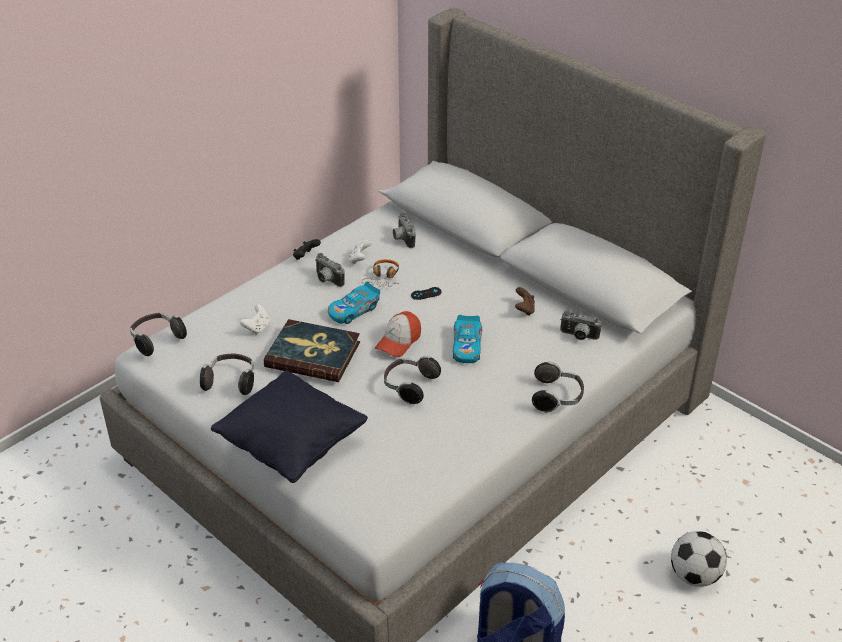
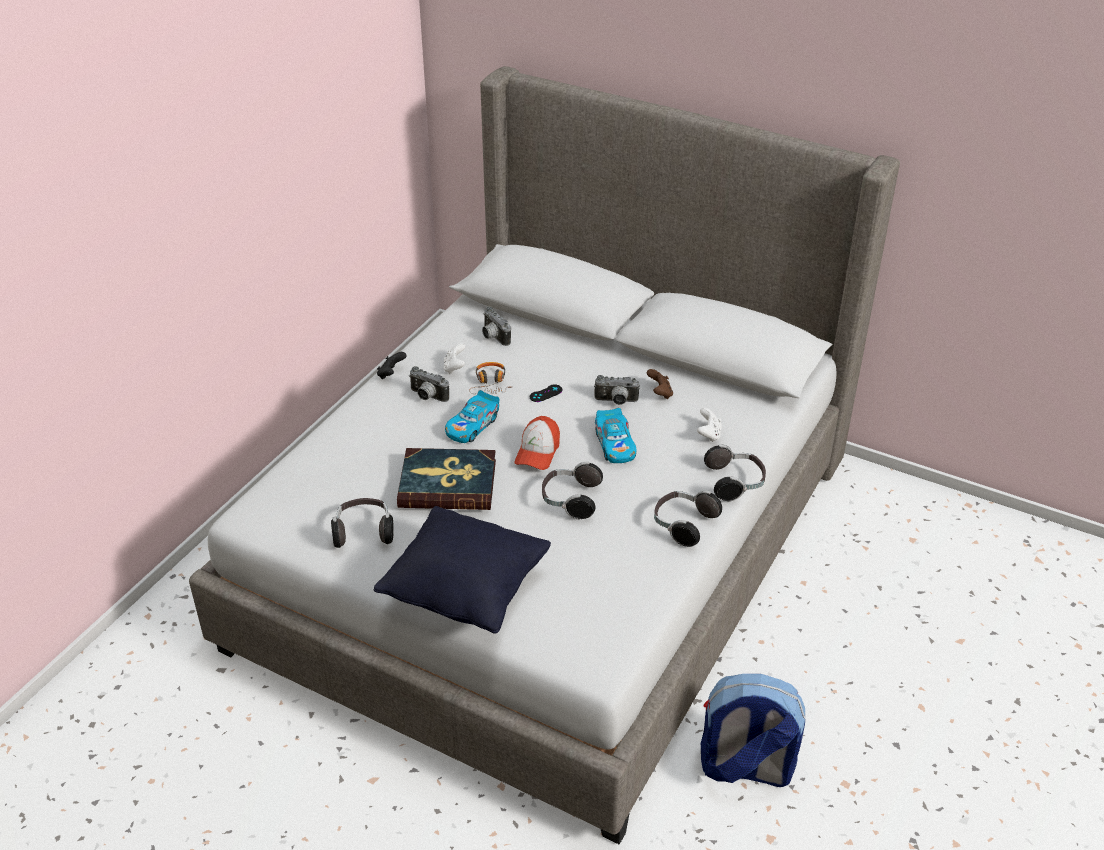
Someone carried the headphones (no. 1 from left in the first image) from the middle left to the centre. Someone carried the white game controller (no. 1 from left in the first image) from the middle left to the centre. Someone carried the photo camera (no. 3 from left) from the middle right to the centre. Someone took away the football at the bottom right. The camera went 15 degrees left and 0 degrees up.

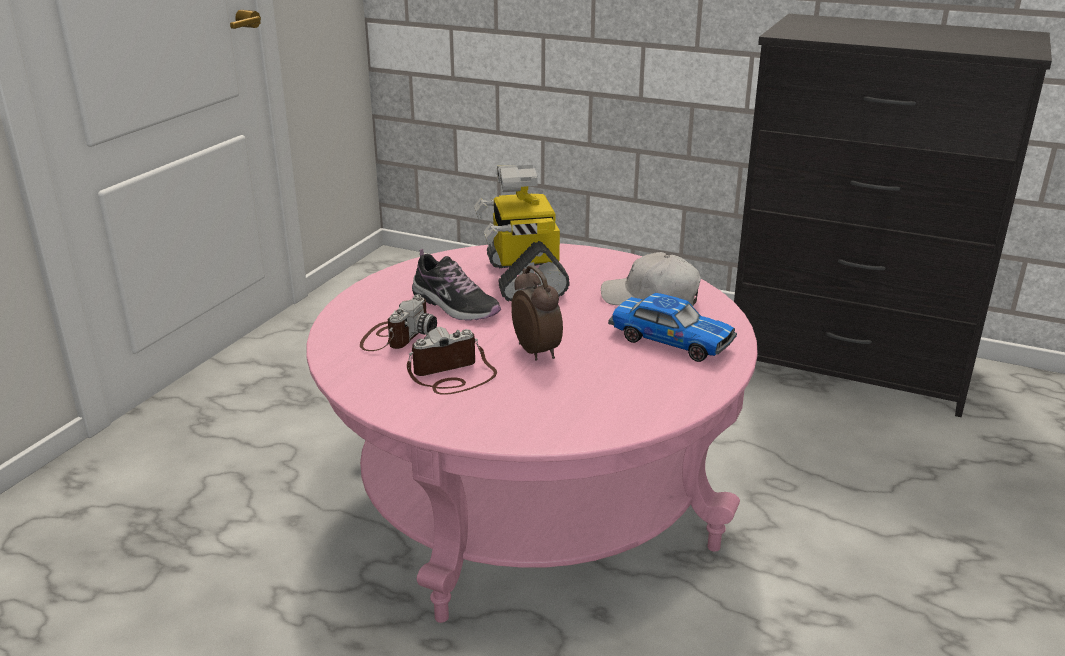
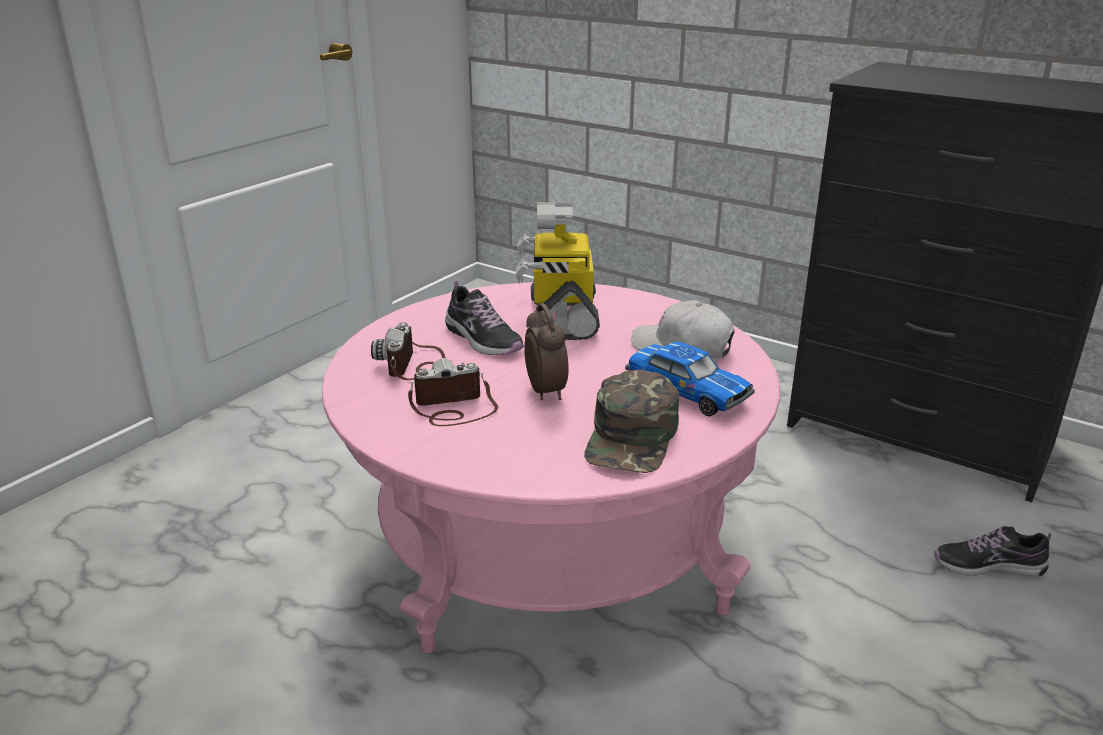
Someone rotated the photo camera (no. 1 from left) at the centre by 150 degrees clockwise. Someone put down the green cap at the centre. Someone put down the shoe (no. 2 from left) at the bottom right. The camera went 10 degrees right and 0 degrees up.

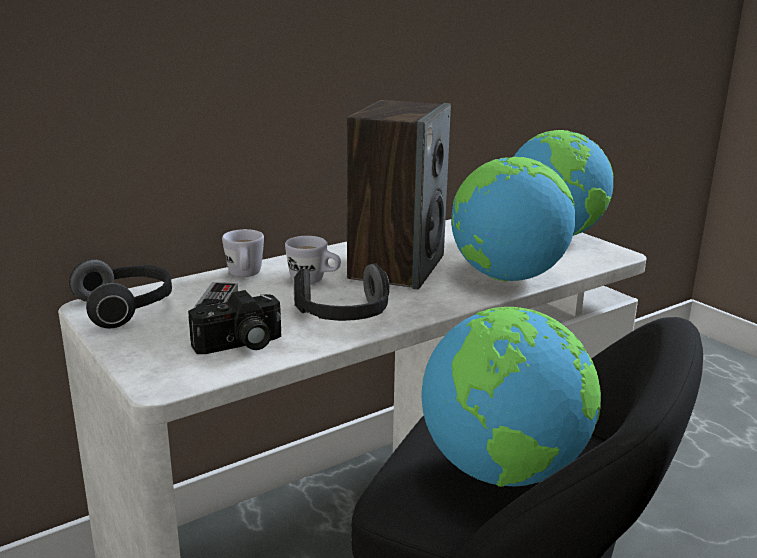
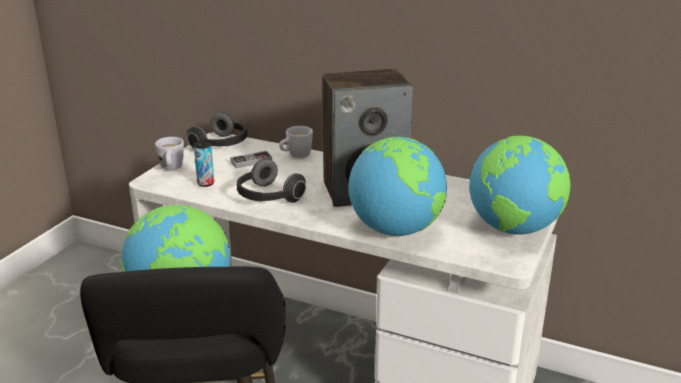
Someone swapped the photo camera at the middle left for the can at the middle left. Someone carried the white mug (no. 2 from left in the first image) from the centre to the middle left. The camera went 60 degrees right and 5 degrees up.

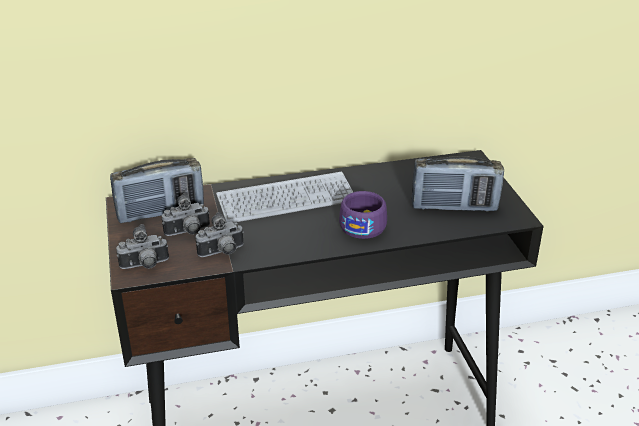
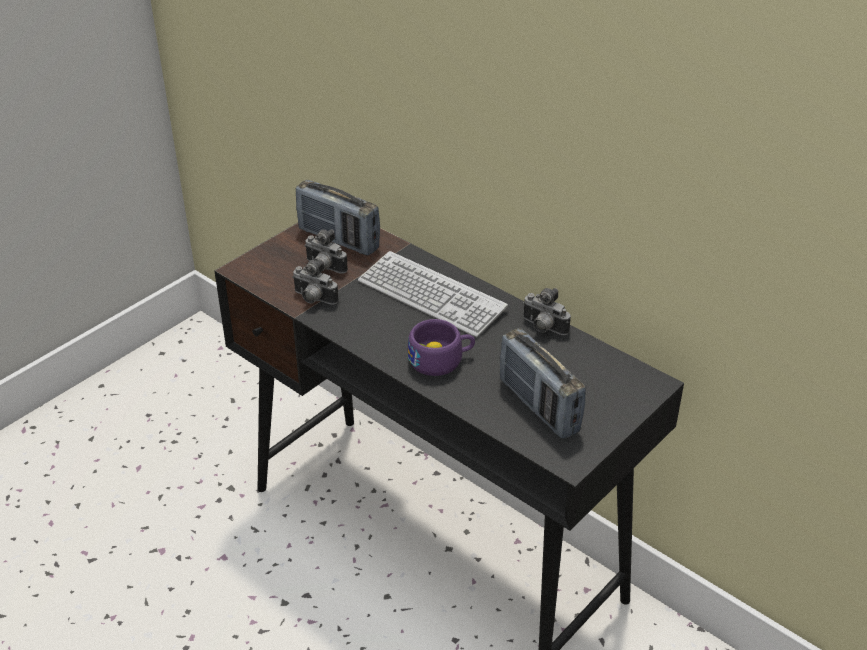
Someone carried the photo camera (no. 1 from left in the first image) from the middle left to the centre. The camera went 55 degrees right and 5 degrees up.

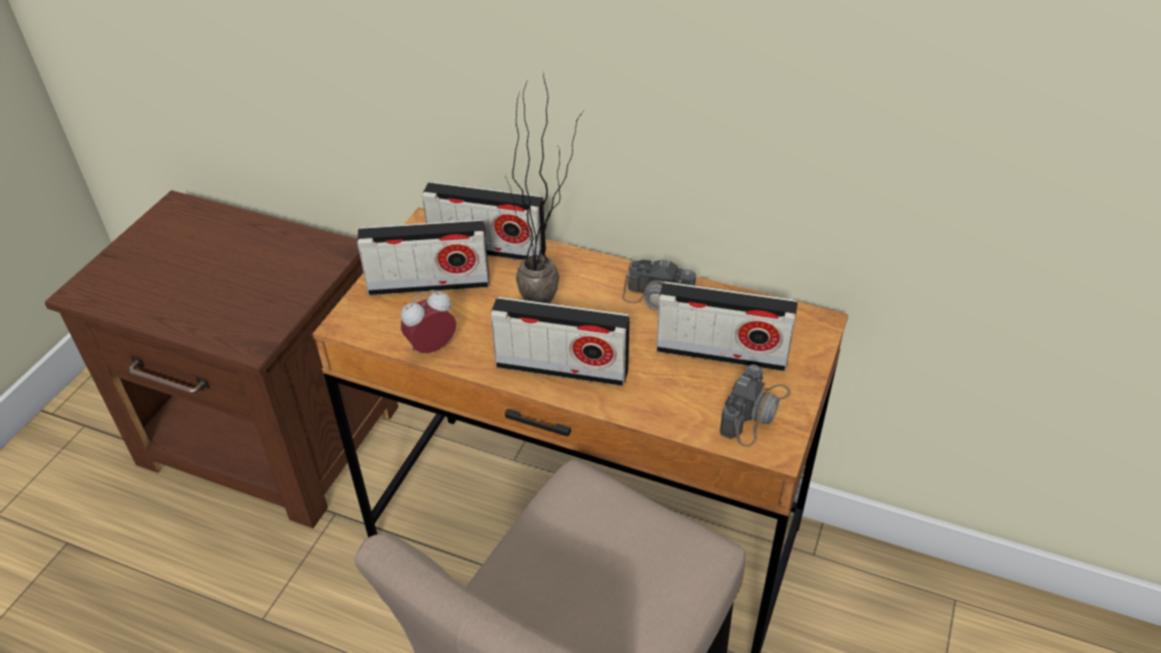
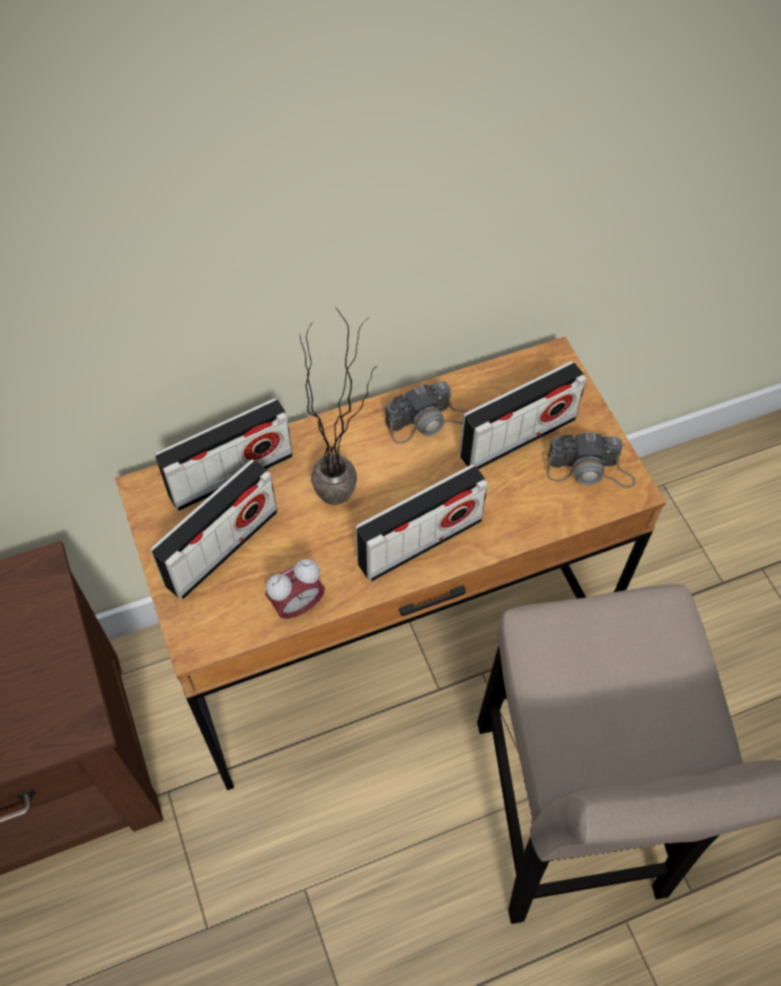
Someone rotated the alarm clock at the centre by 135 degrees counterclockwise. Someone rotated the photo camera (no. 2 from left) at the centre by 105 degrees clockwise. The camera went 45 degrees left and 15 degrees up.

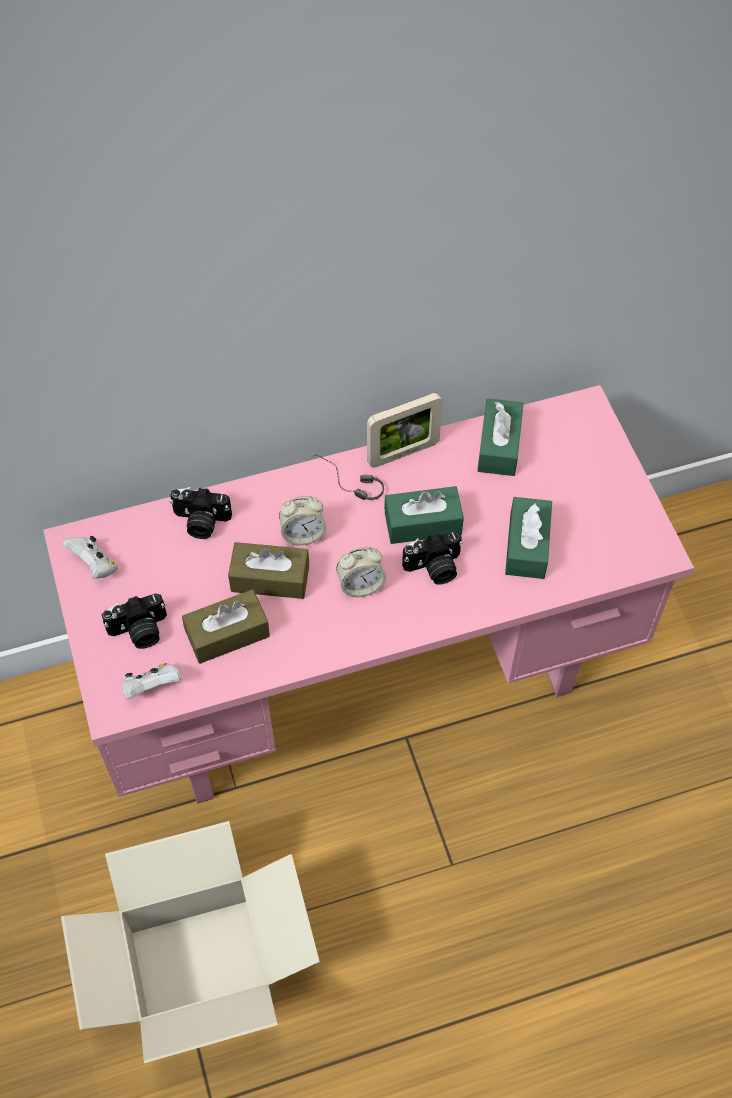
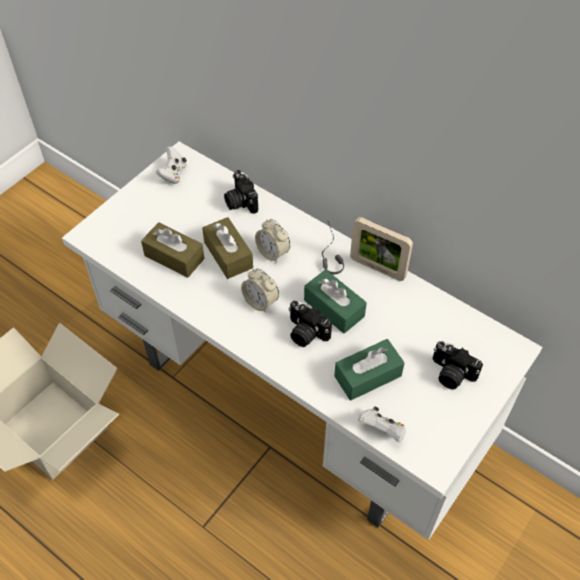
Someone repainted the pink desk at the centre, which became the white desk at the centre. Someone carried the photo camera (no. 1 from left in the first image) from the middle left to the middle right. Someone carried the white game controller (no. 2 from left) from the middle left to the bottom centre. Someone took away the green tissue box (no. 2 from left) at the middle right. The camera went 55 degrees right and 5 degrees down.

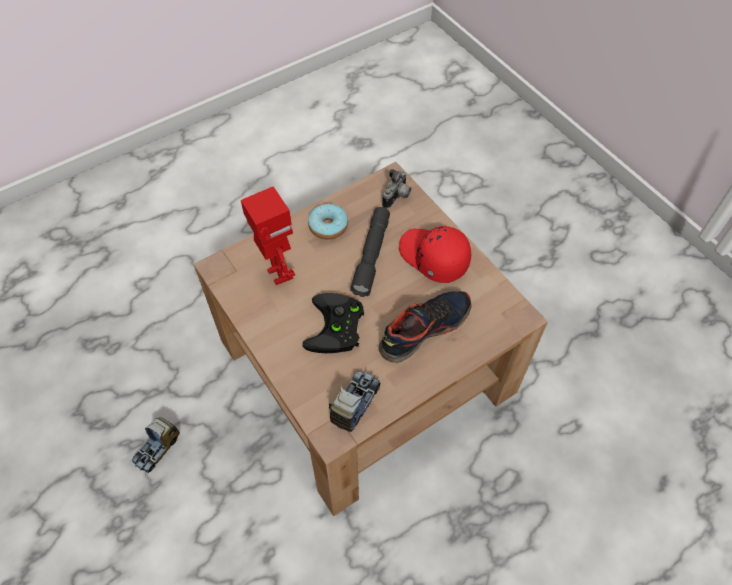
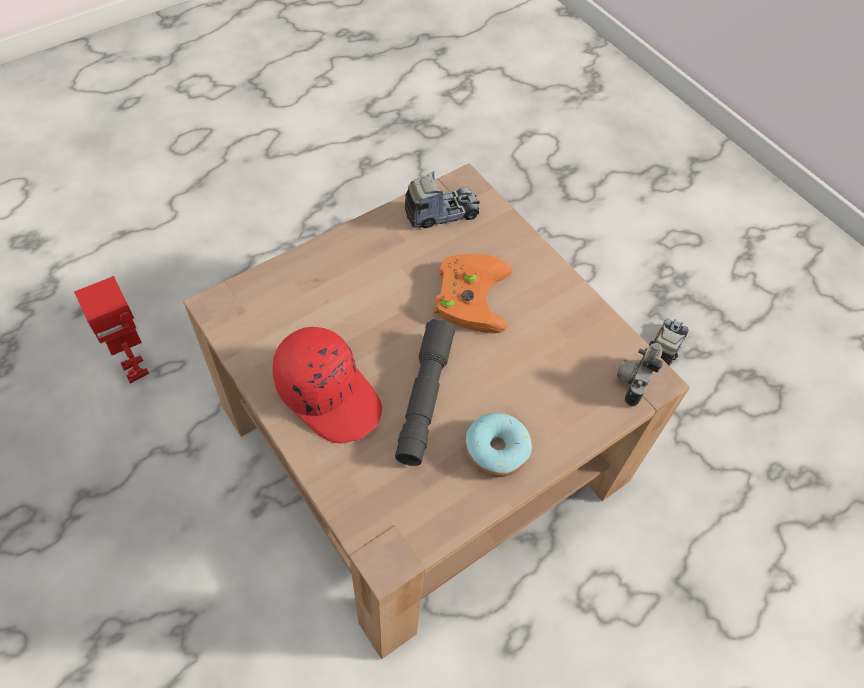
Someone carried the toy robot from the centre to the middle left. Someone repainted the black game controller at the centre, which became the orange game controller at the centre. Someone rotated the toy truck (no. 2 from left in the first image) at the bottom centre by 135 degrees counterclockwise. Someone took away the shoe at the centre. Someone carried the photo camera from the top centre to the middle right. The camera went 175 degrees right and 0 degrees up.

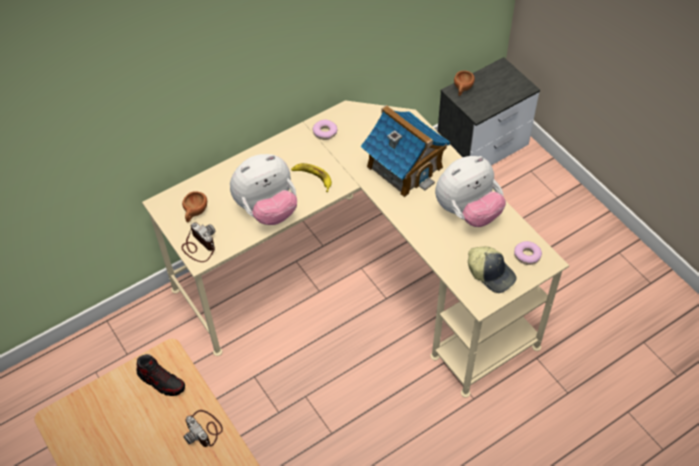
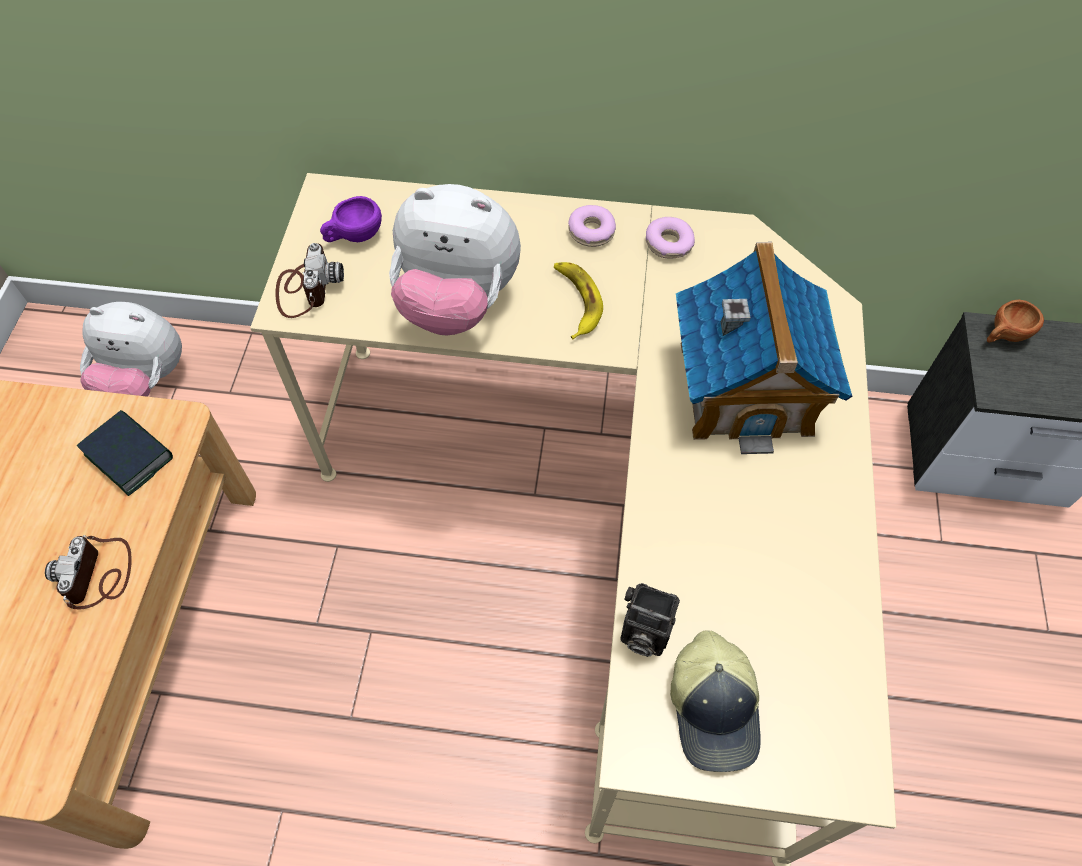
Someone swapped the shoe at the bottom left for the book at the middle left. Someone repainted the brown cup (no. 1 from left) at the middle left, which became the purple cup at the top left. Someone carried the plush toy (no. 2 from left in the first image) from the middle right to the middle left. Someone carried the donut (no. 2 from left in the first image) from the middle right to the top centre. Someone put down the photo camera (no. 3 from left) at the bottom centre. The camera went 40 degrees right and 5 degrees up.

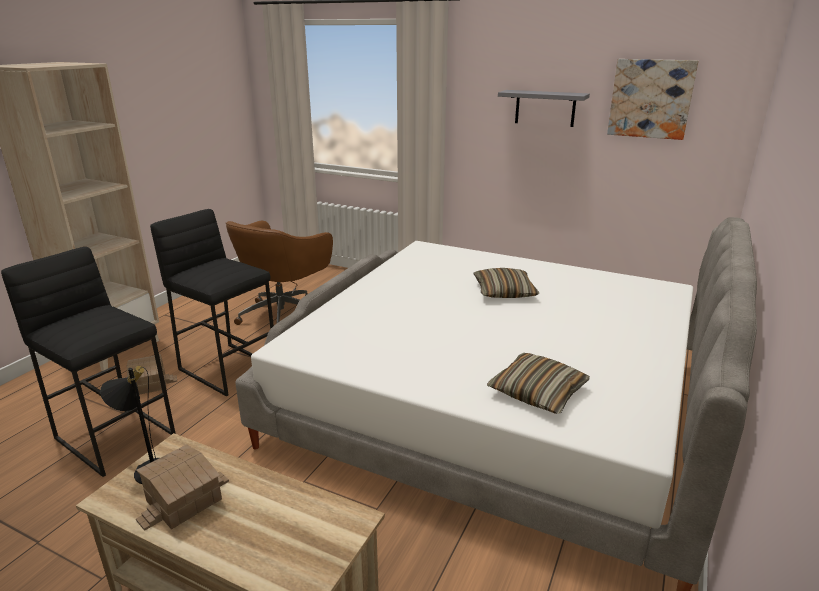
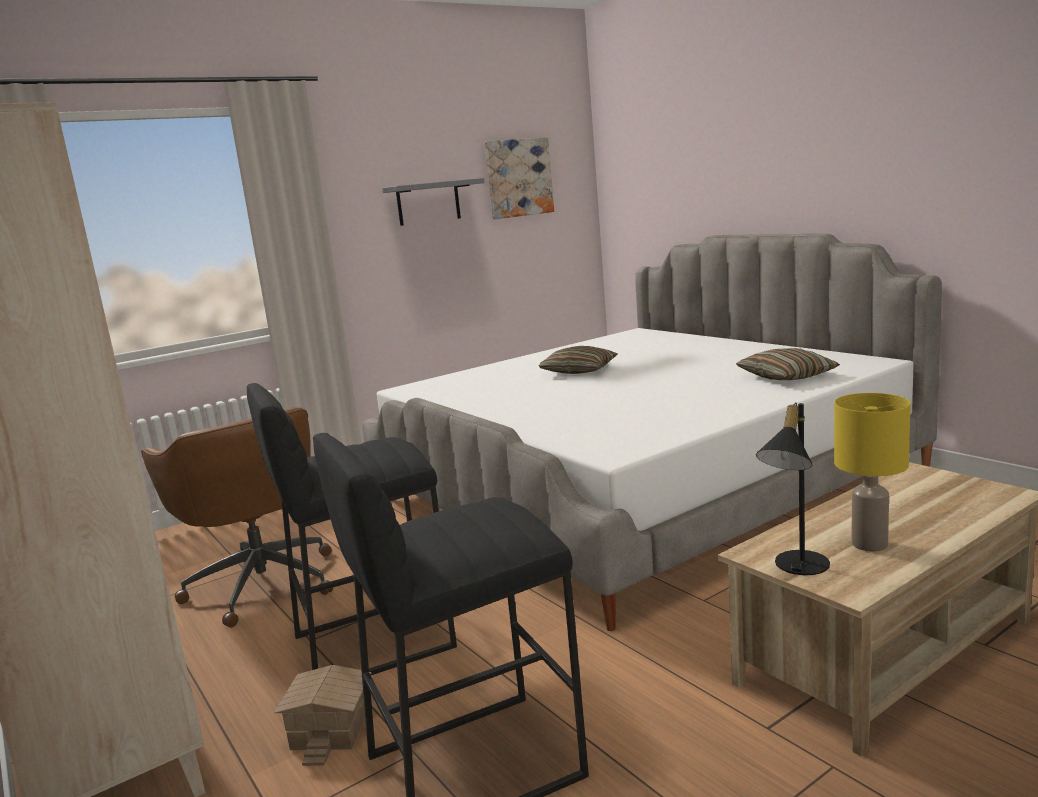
Someone swapped the toy house (no. 2 from left) at the bottom left for the yellow table lamp at the middle right. The camera went 60 degrees left and 10 degrees down.

